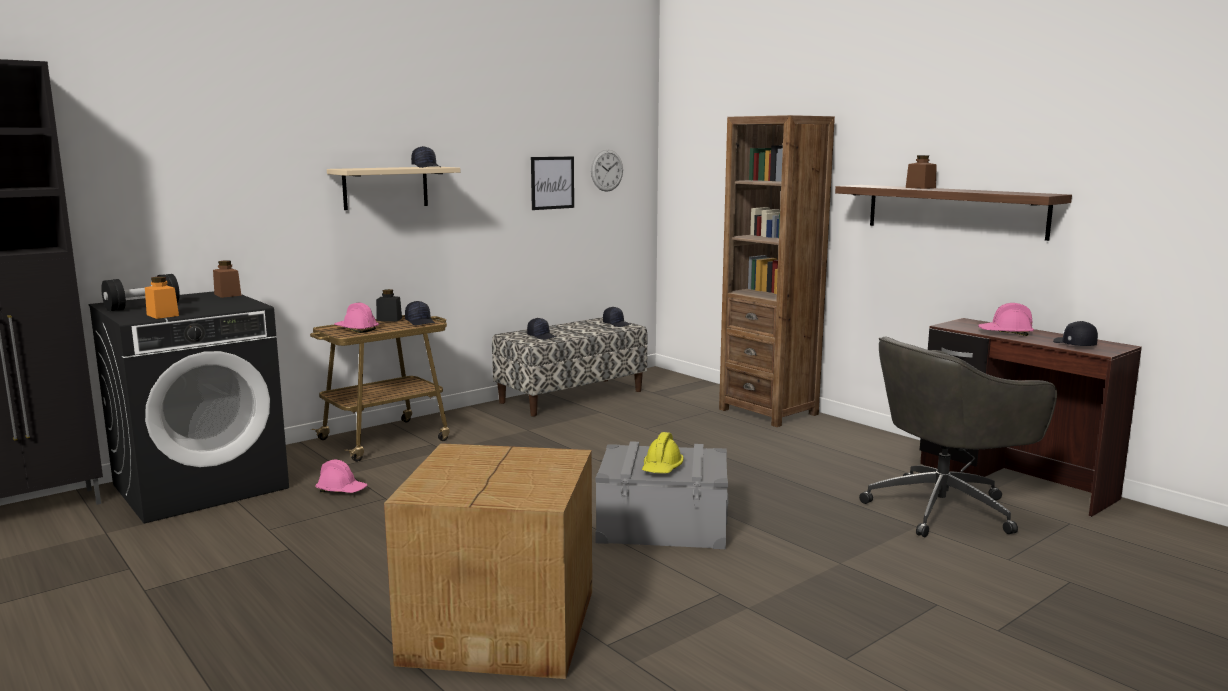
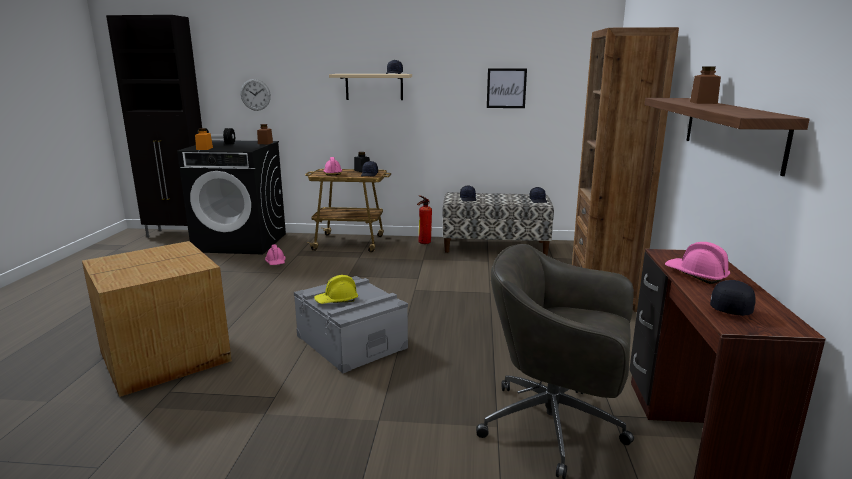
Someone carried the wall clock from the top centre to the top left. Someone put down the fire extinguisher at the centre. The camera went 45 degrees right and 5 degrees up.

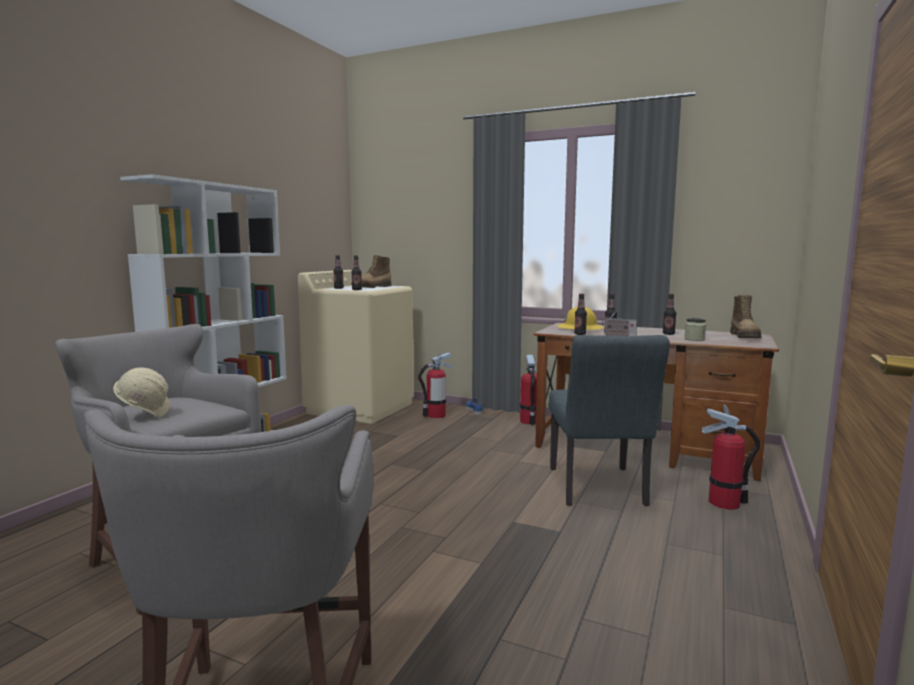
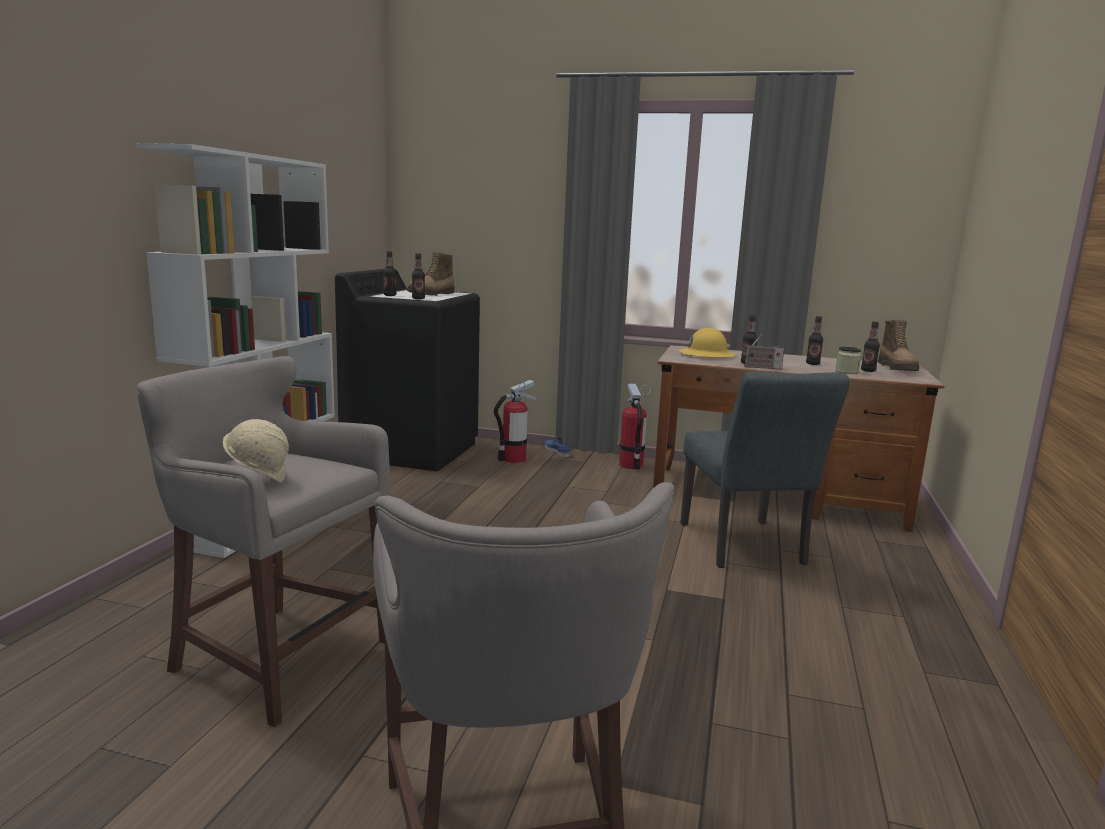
Someone repainted the beige washing machine at the centre, which became the black washing machine at the centre. Someone carried the bottle (no. 3 from left in the first image) from the centre to the middle right. Someone took away the fire extinguisher (no. 3 from left) at the bottom right. The camera went 10 degrees left and 5 degrees up.

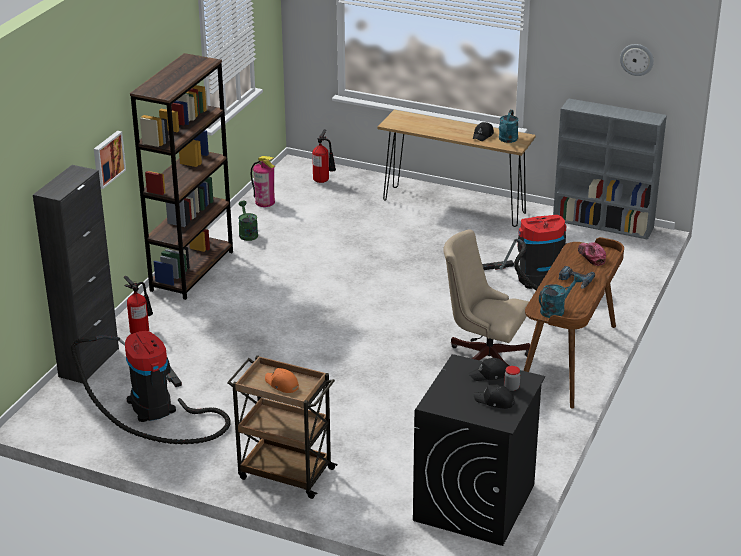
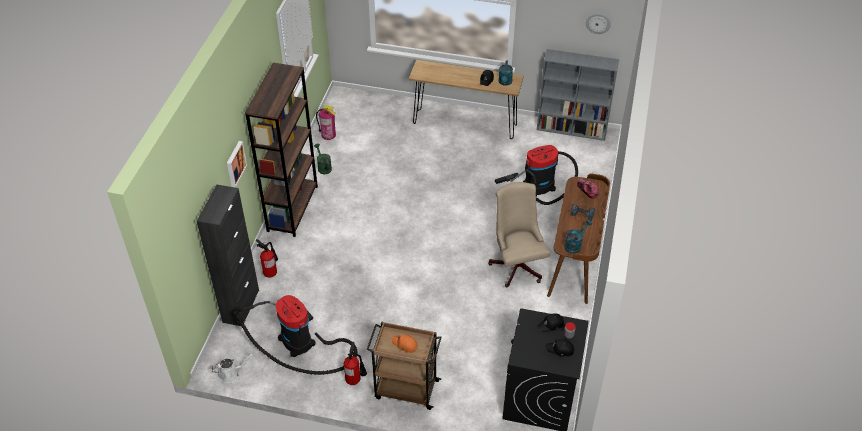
Someone carried the fire extinguisher (no. 3 from left) from the top centre to the bottom centre. Someone rotated the beige office chair at the centre by 60 degrees clockwise. Someone put down the white watering can at the bottom left. The camera went 10 degrees left and 15 degrees up.

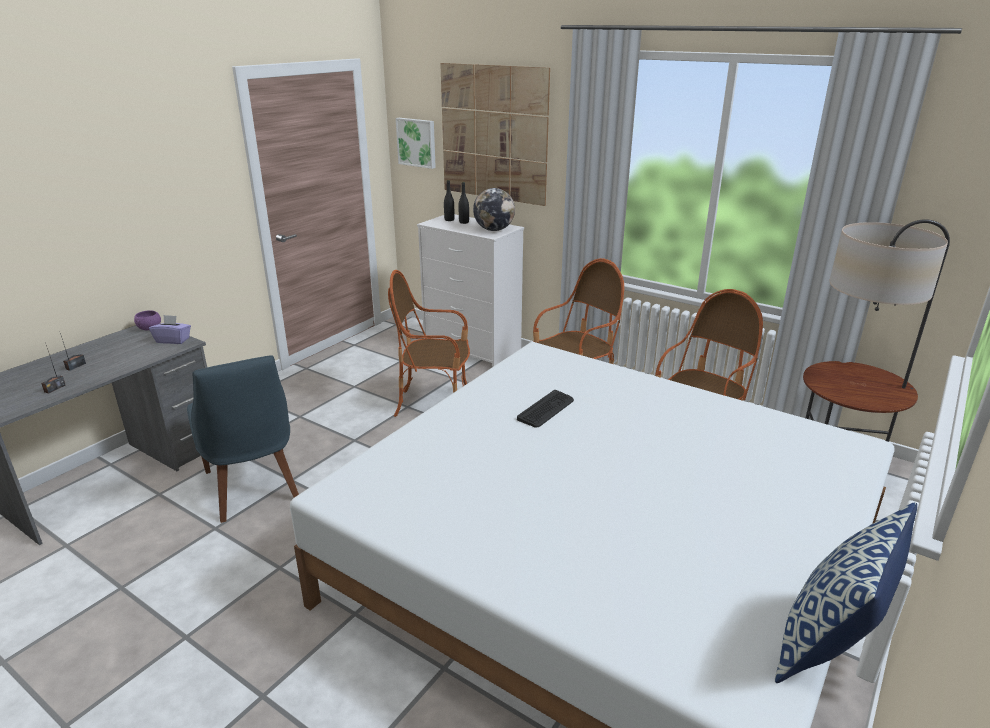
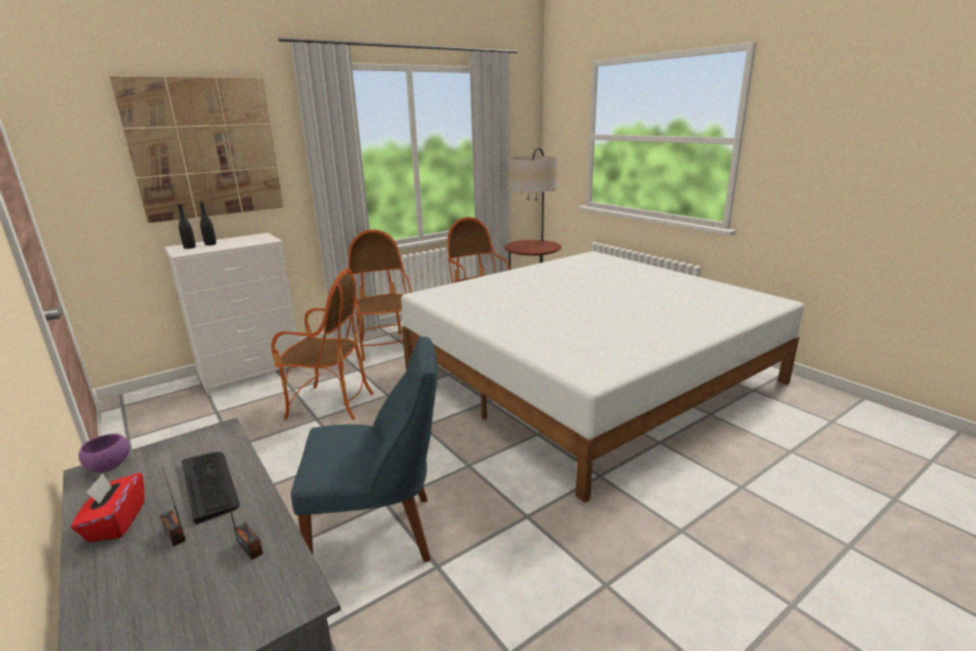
Someone took away the purple tissue box at the middle left. Someone rotated the armchair (no. 1 from left) at the centre by 105 degrees counterclockwise. Someone took away the picture (no. 1 from left) at the top centre. Someone took away the globe at the top centre. Someone carried the keyboard from the centre to the bottom left. Someone took away the pillow at the bottom right. Someone put down the red tissue box at the bottom left. The camera went 70 degrees left and 5 degrees down.

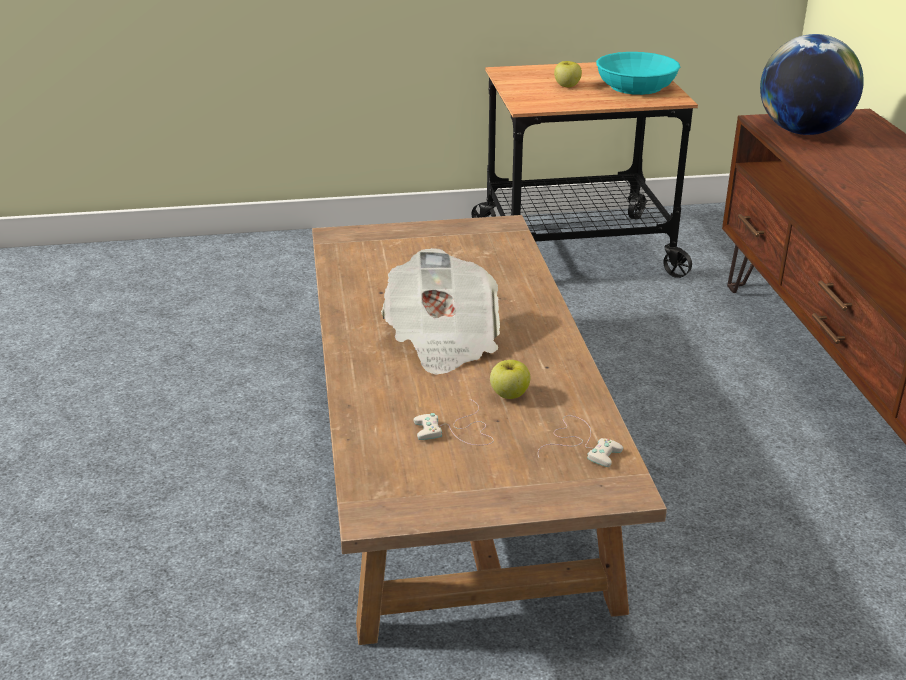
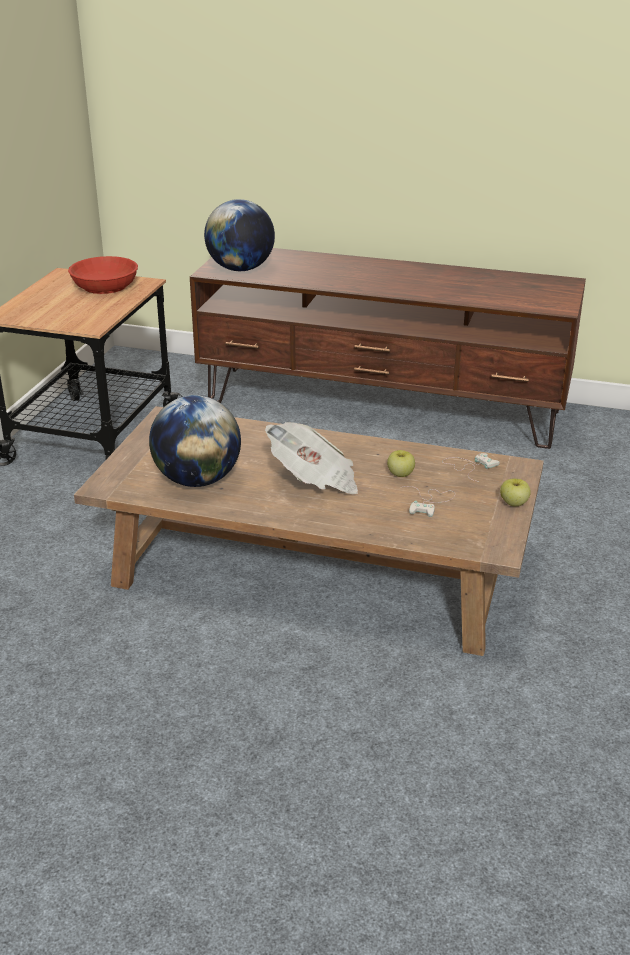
Someone carried the apple (no. 2 from left) from the top centre to the middle right. Someone repainted the turquoise bowl at the top right, which became the red bowl at the top left. Someone put down the globe (no. 1 from left) at the middle left. The camera went 65 degrees left and 0 degrees up.

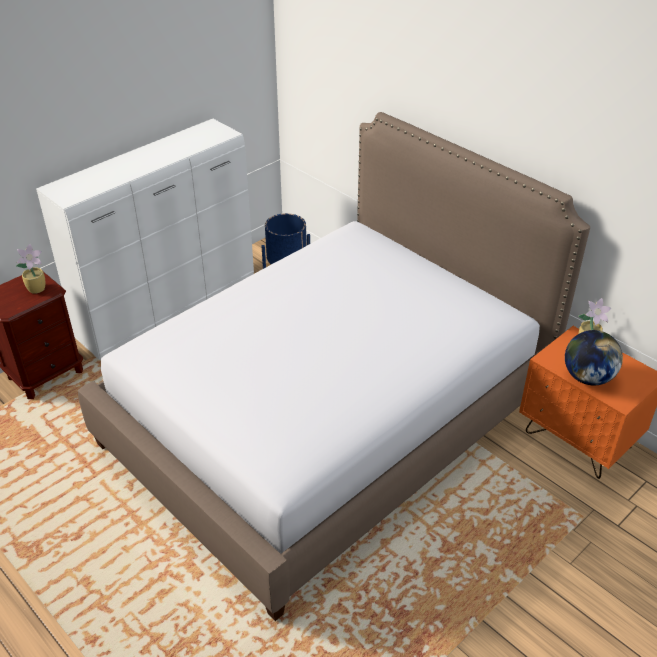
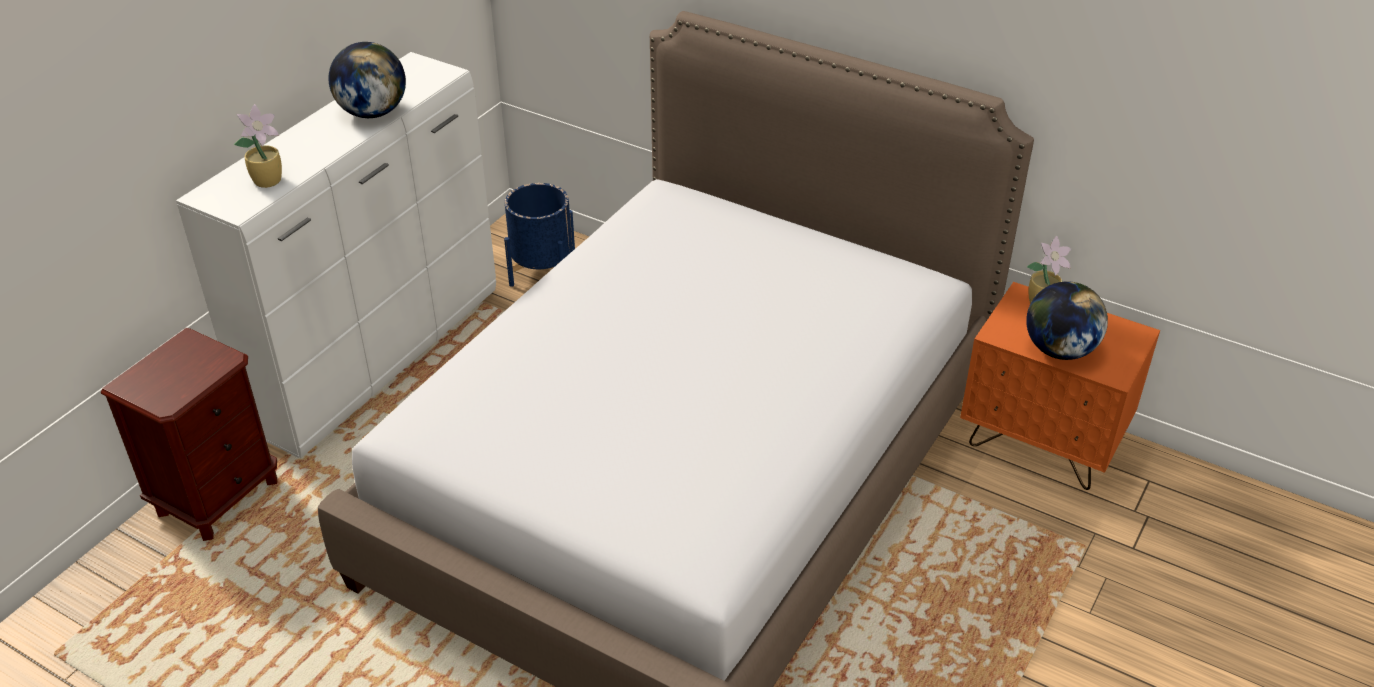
Someone carried the potted plant (no. 1 from left) from the middle left to the top left. Someone put down the globe (no. 1 from left) at the top left. The camera went 15 degrees left and 0 degrees up.

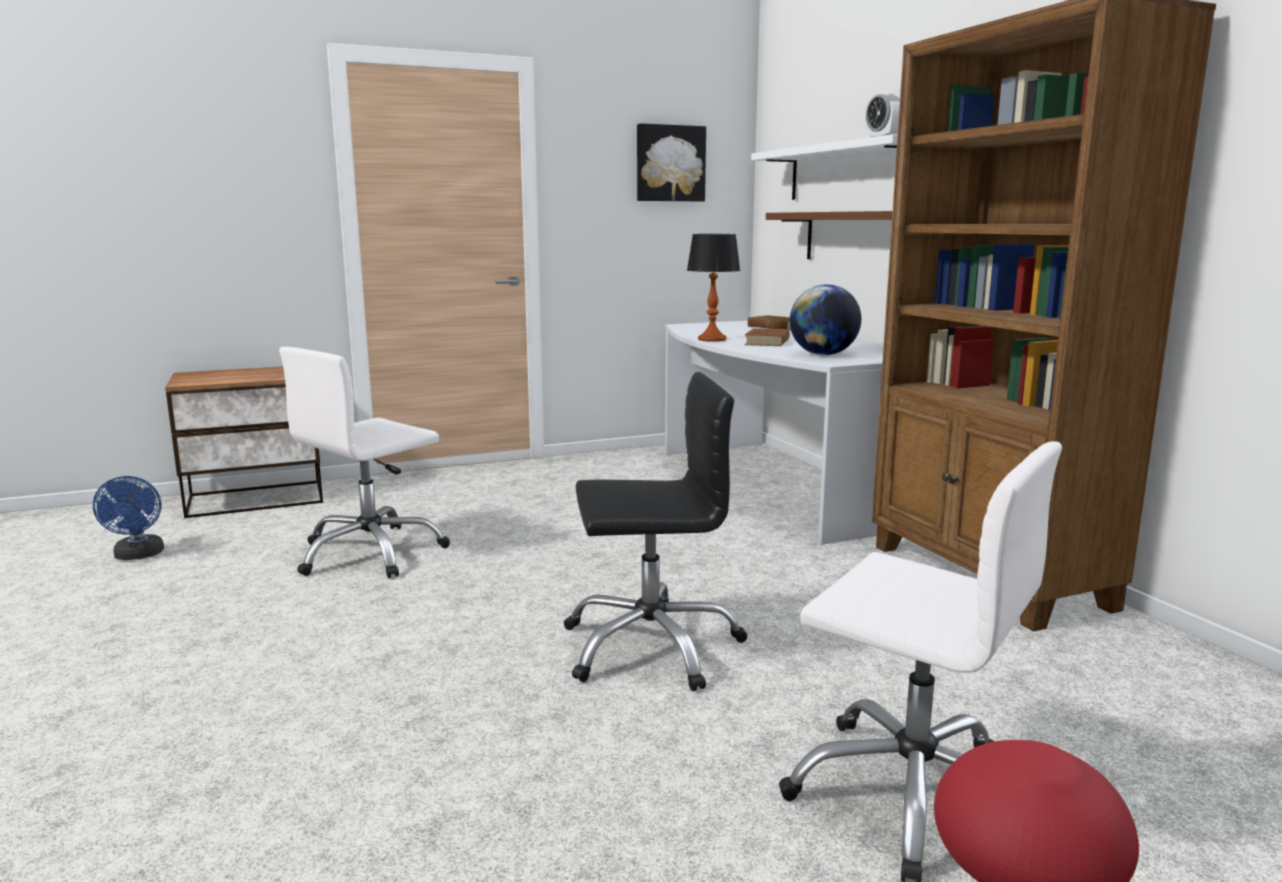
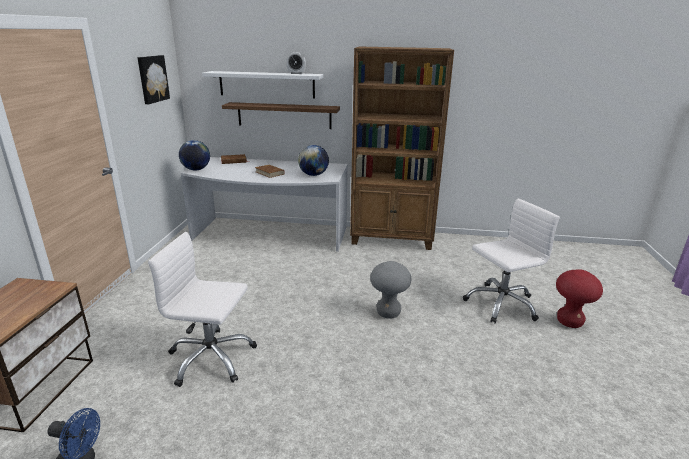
Someone rotated the white office chair (no. 1 from left) at the middle left by 120 degrees clockwise. Someone swapped the black office chair at the centre for the grey stool at the centre. Someone took away the table lamp at the top centre. Someone put down the globe (no. 1 from left) at the middle left. The camera went 60 degrees left and 10 degrees up.

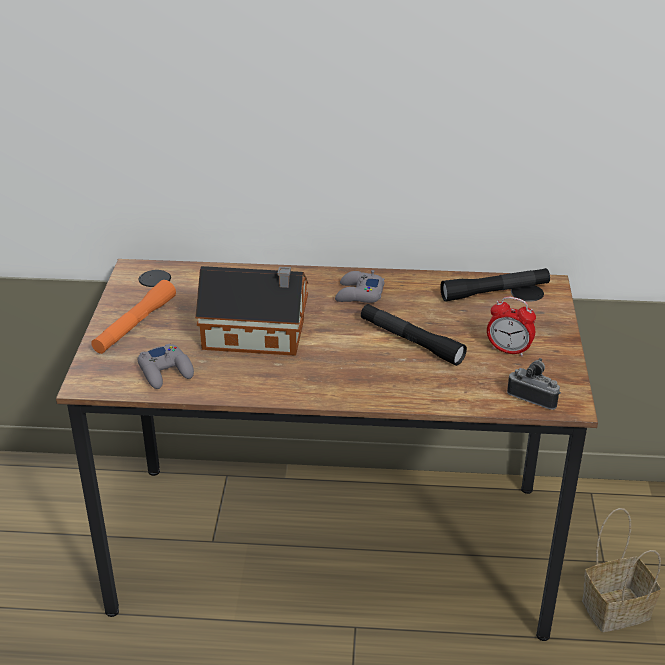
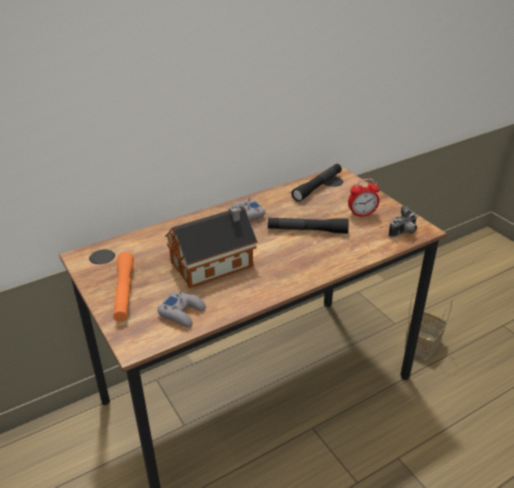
Someone rotated the photo camera at the middle right by 150 degrees clockwise. The camera went 35 degrees left and 0 degrees up.

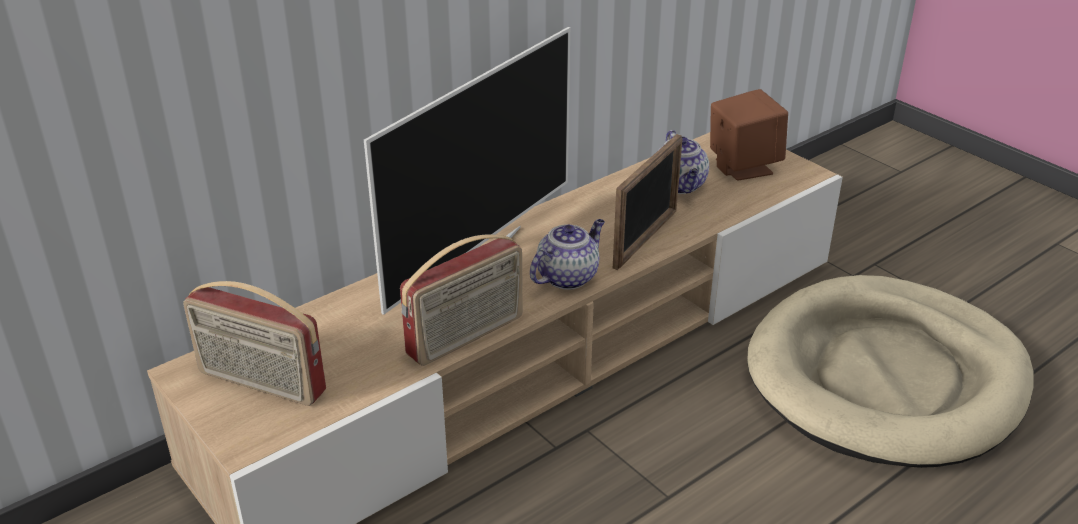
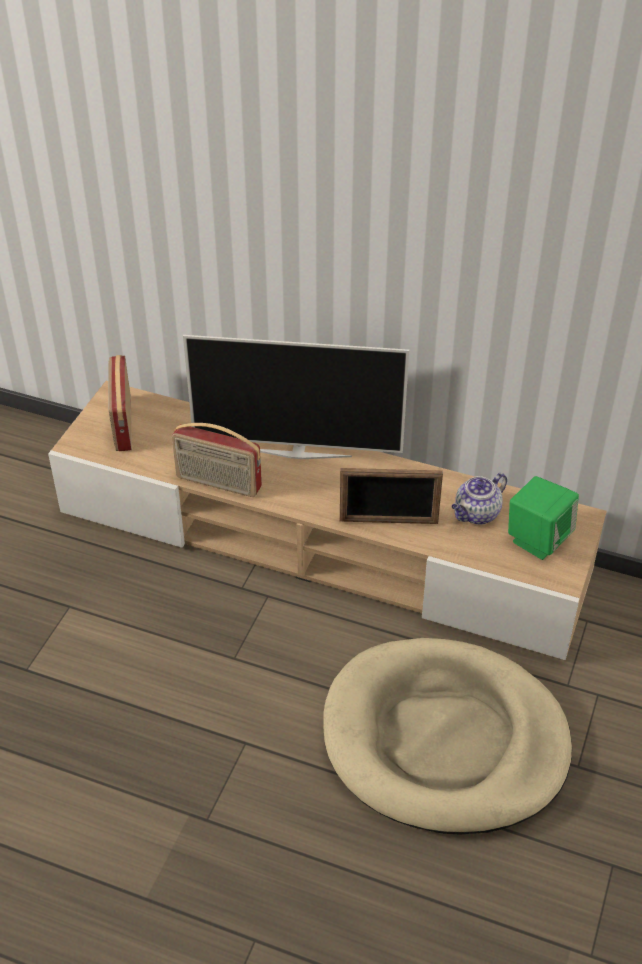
Someone took away the teapot (no. 1 from left) at the centre. Someone repainted the brown speaker at the top right, which became the green speaker at the middle right. The camera went 60 degrees right and 10 degrees up.

